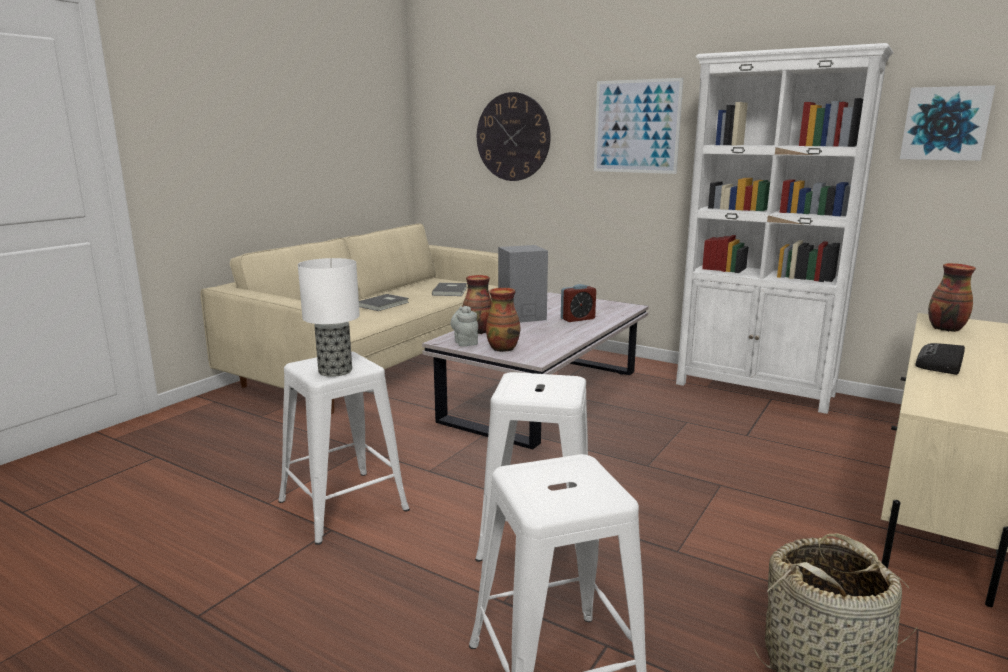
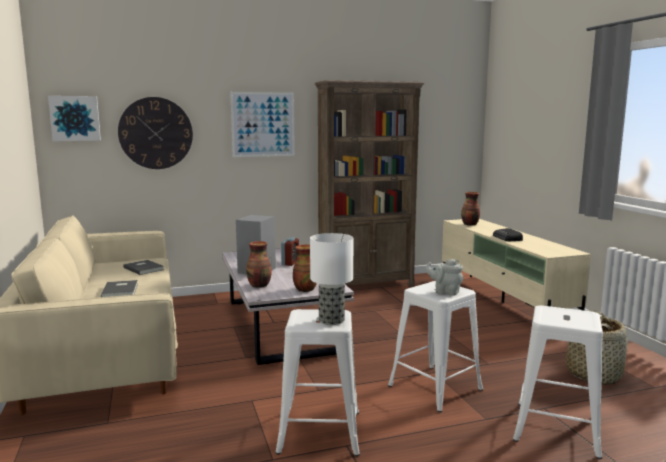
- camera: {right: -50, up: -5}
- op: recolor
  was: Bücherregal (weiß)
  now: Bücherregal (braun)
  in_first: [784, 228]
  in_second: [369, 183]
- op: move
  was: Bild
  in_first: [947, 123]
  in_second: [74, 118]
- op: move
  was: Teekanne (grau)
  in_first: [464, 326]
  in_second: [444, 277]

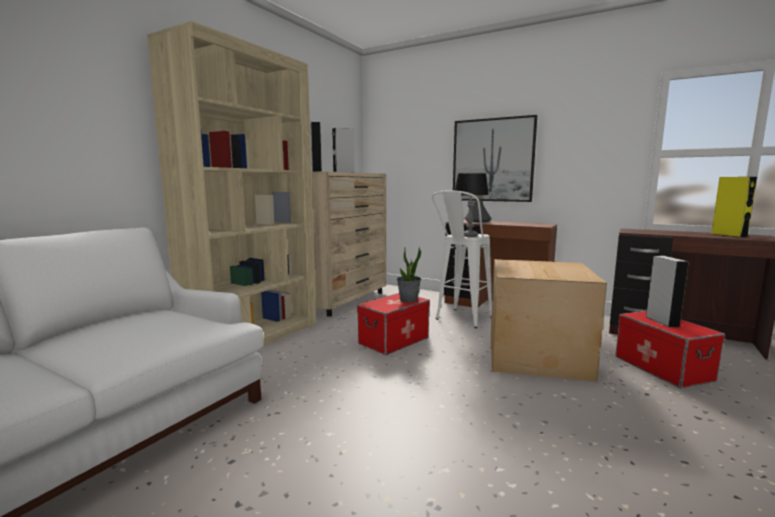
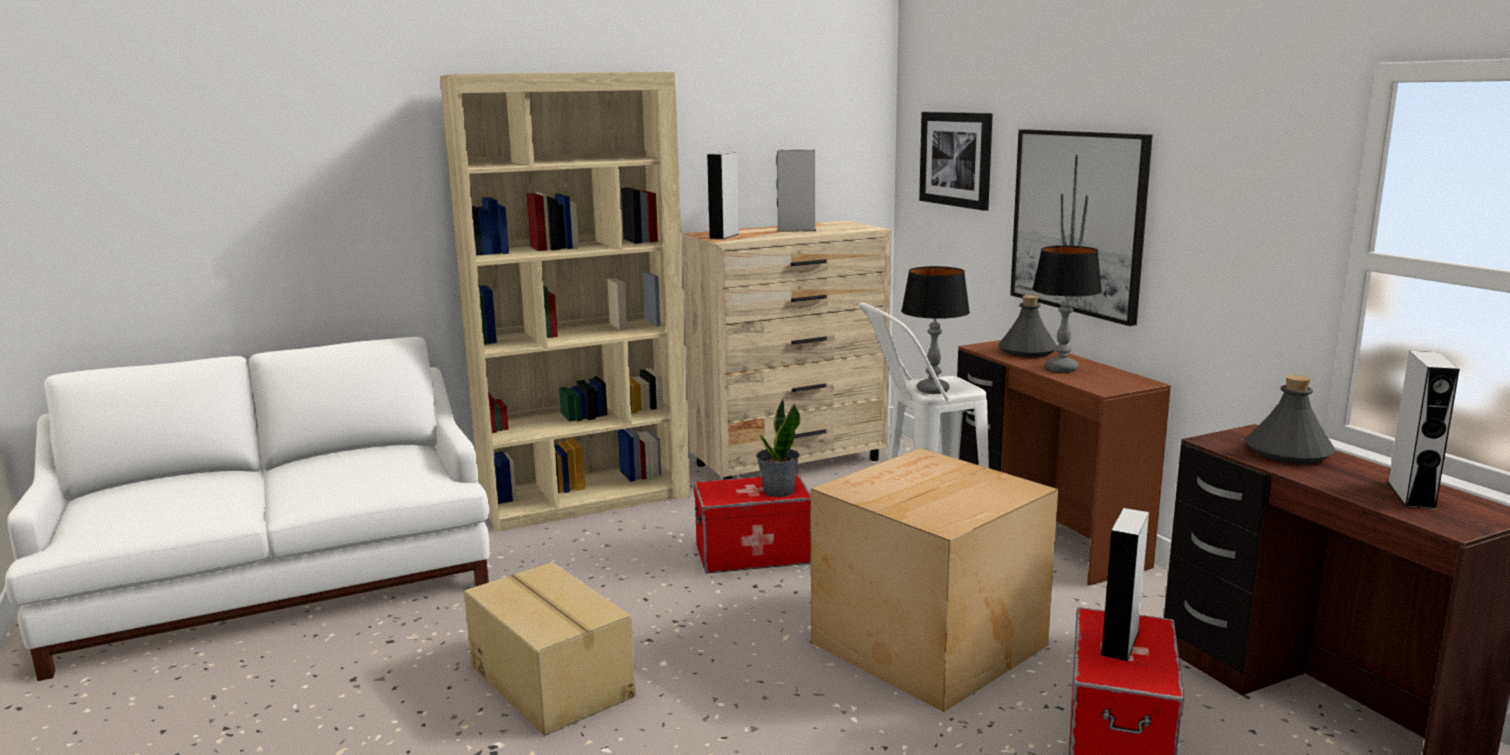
- camera: {right: 35, up: 5}
- op: recolor
  was: Lautsprecher (gelb)
  now: Lautsprecher (grau)
  in_first: [734, 207]
  in_second: [1423, 430]
- op: insert
  now: Bild
  in_second: [956, 161]
- op: insert
  now: Tischlampe
  in_second: [1067, 309]
- op: insert
  now: Flasche (grau)
  in_second: [1290, 419]
- op: insert
  now: Karton
  in_second: [550, 649]

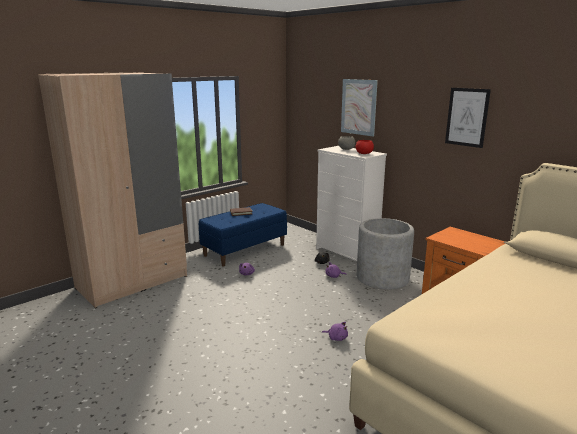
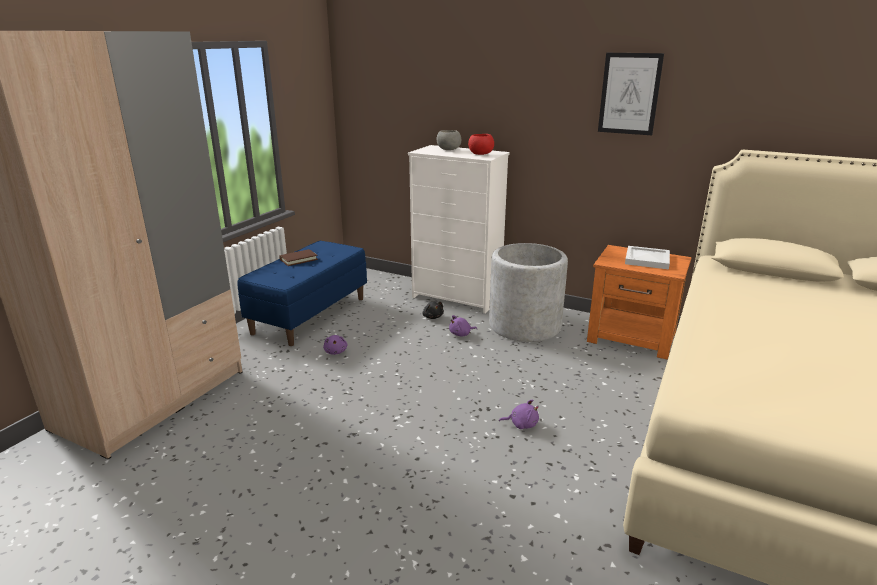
- camera: {right: -20, up: 5}
- op: delete
  was: Bild
  in_first: [359, 107]
- op: insert
  now: Tablett (weiß)
  in_second: [647, 257]

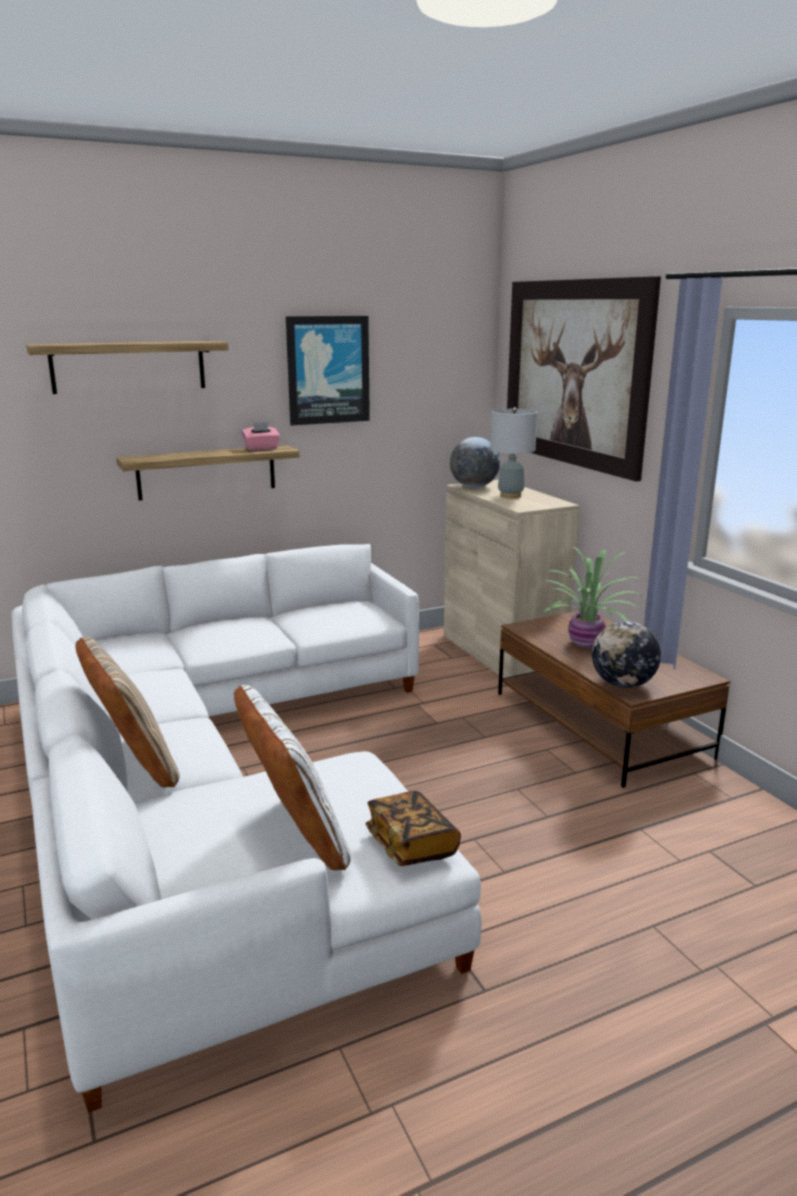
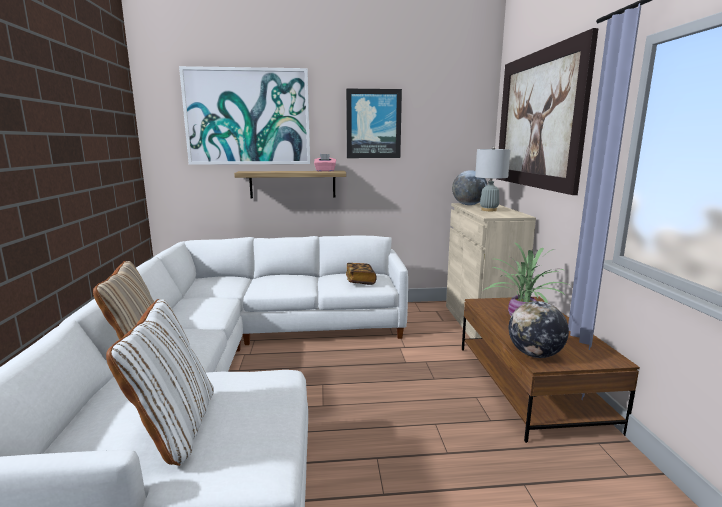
- camera: {right: 20, up: -5}
- op: replace
  was: Wandregal
  now: Bild
  in_first: [127, 367]
  in_second: [244, 115]
- op: move
  was: Buch
  in_first: [413, 828]
  in_second: [361, 274]

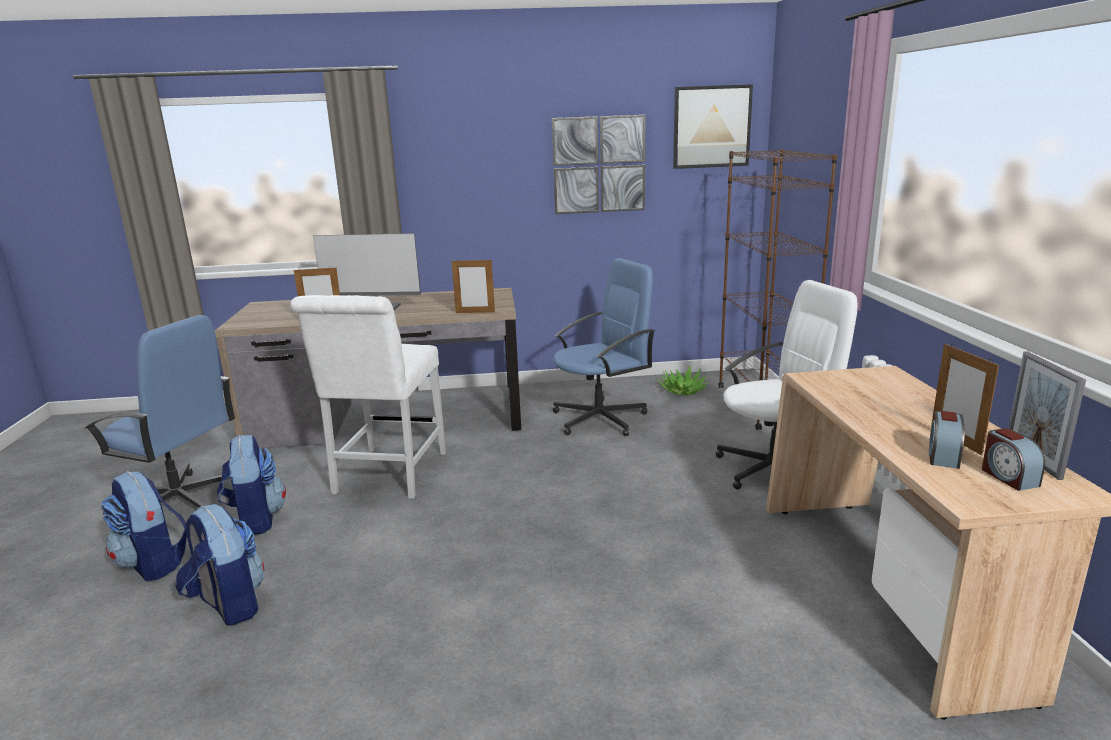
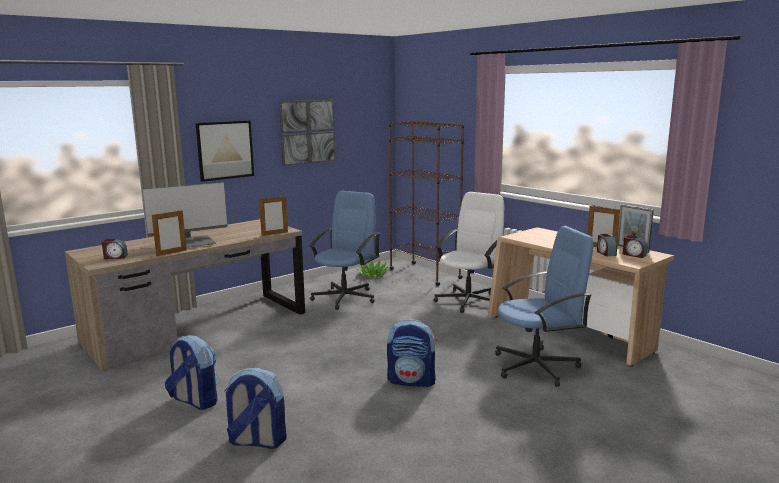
- camera: {right: -35, up: -5}
- op: move
  was: Bild
  in_first: [713, 126]
  in_second: [224, 151]
- op: delete
  was: Stuhl (weiß)
  in_first: [368, 397]
- op: move
  was: Bürostuhl (blau)
  in_first: [159, 411]
  in_second: [544, 306]
- op: move
  was: Rucksack
  in_first: [144, 526]
  in_second: [412, 353]
- op: insert
  now: Wecker
  in_second: [115, 249]

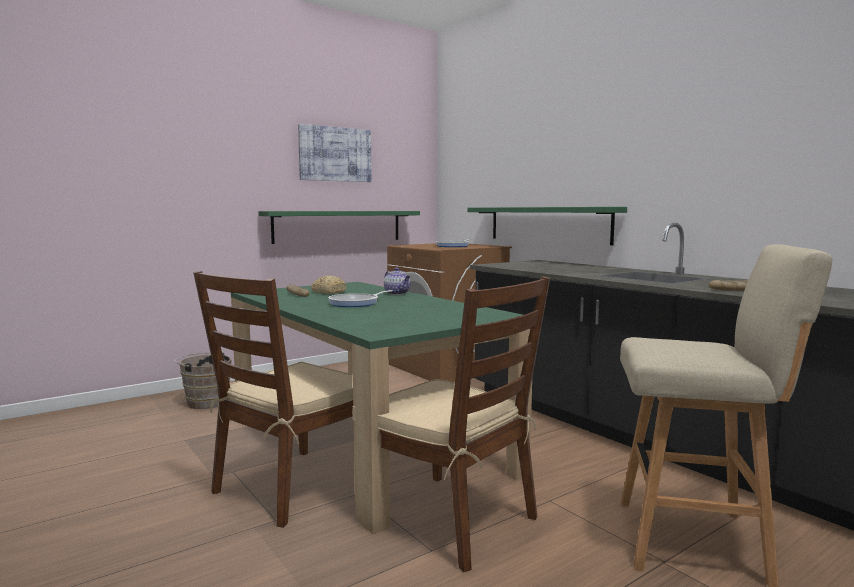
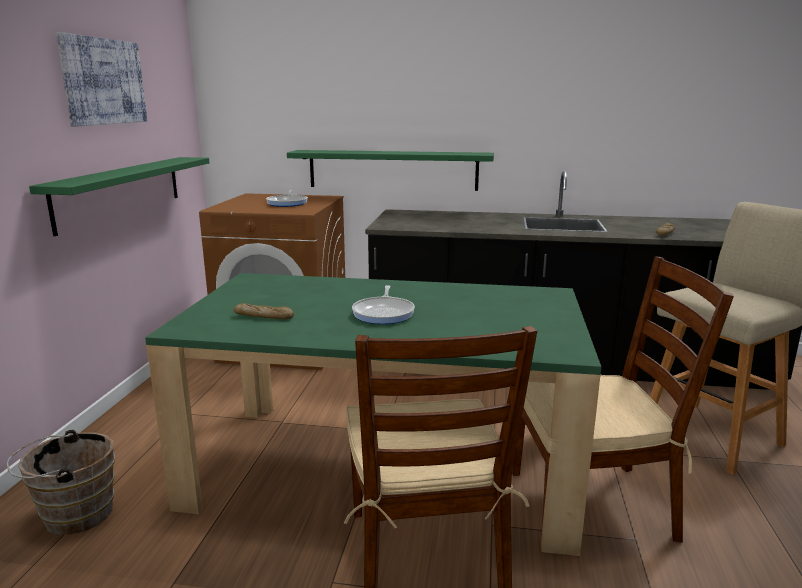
- camera: {right: -45, up: 10}
- op: delete
  was: Teekanne
  in_first: [397, 281]
- op: delete
  was: Brot
  in_first: [328, 285]

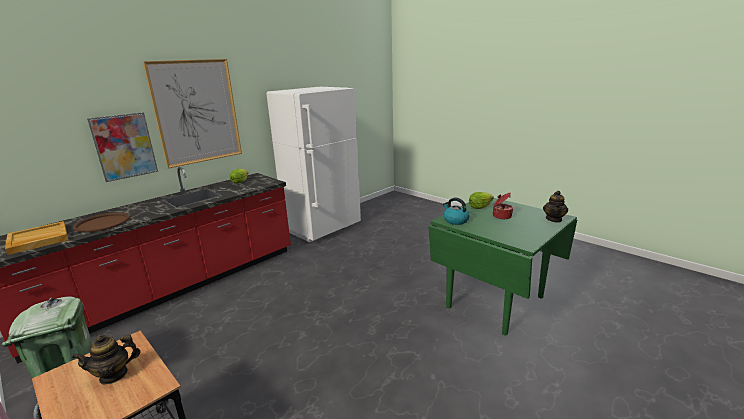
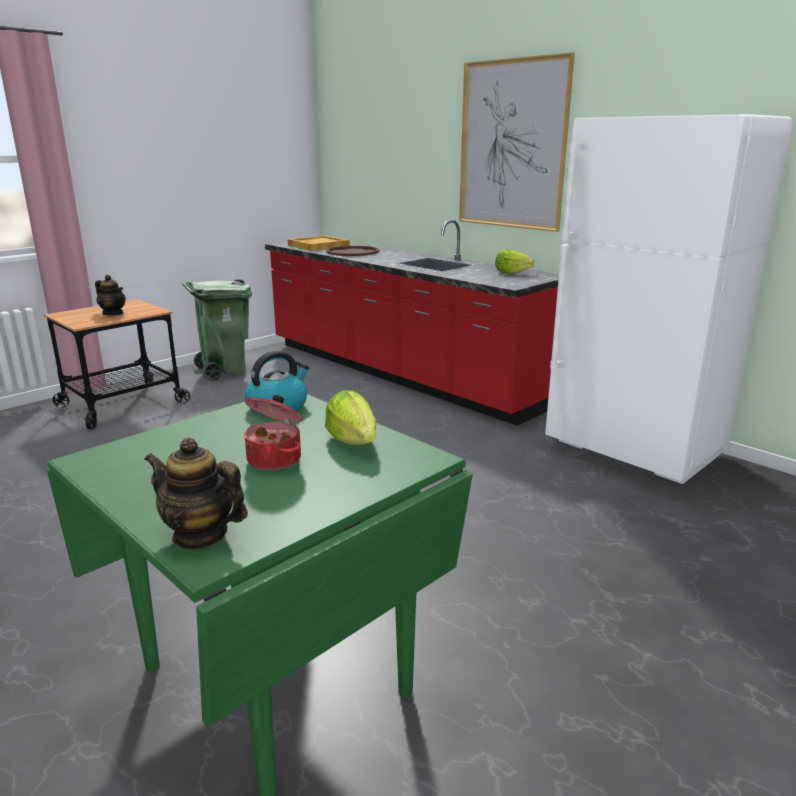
- camera: {right: 90, up: 0}
- op: delete
  was: Bild
  in_first: [122, 147]
- op: rotate
  was: Teekanne
  in_first: [106, 360]
  in_second: [110, 295]
  clockwise: 150

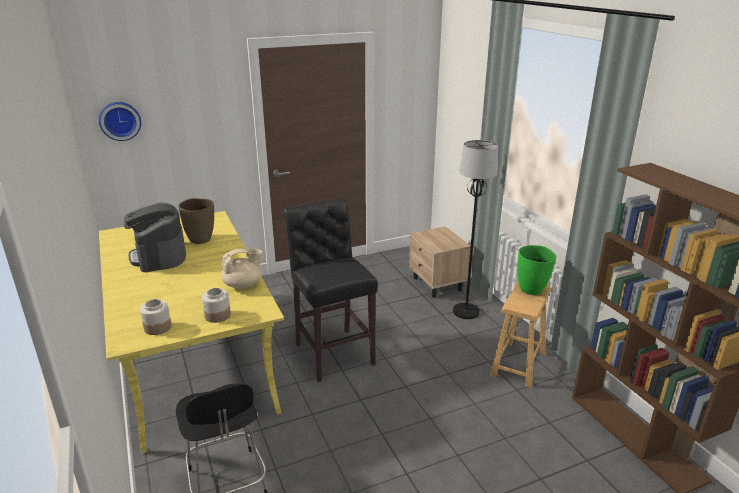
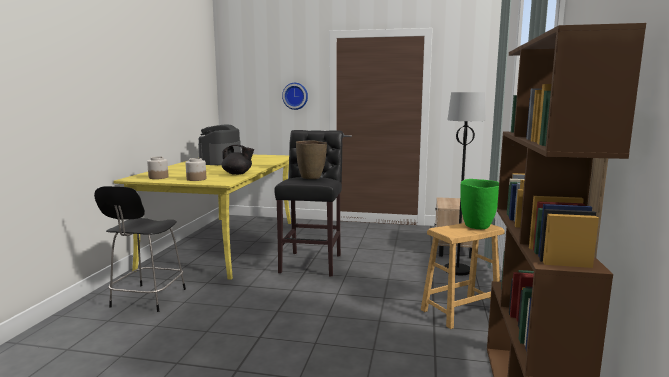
- camera: {right: 35, up: -15}
- op: move
  was: Wanduhr
  in_first: [120, 121]
  in_second: [295, 96]
- op: move
  was: Vase (braun)
  in_first: [196, 221]
  in_second: [311, 159]
- op: recolor
  was: Teekanne (beige)
  now: Teekanne (schwarz)
  in_first: [241, 268]
  in_second: [237, 160]

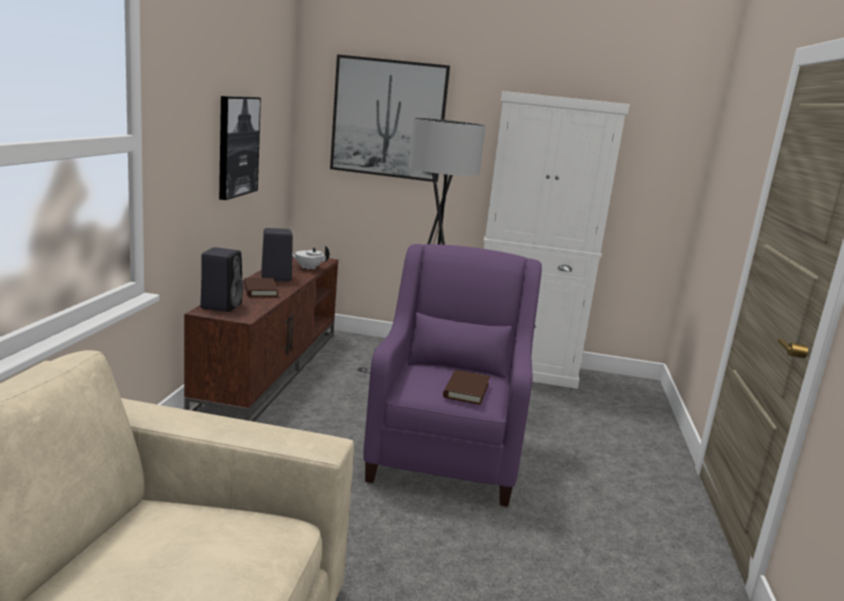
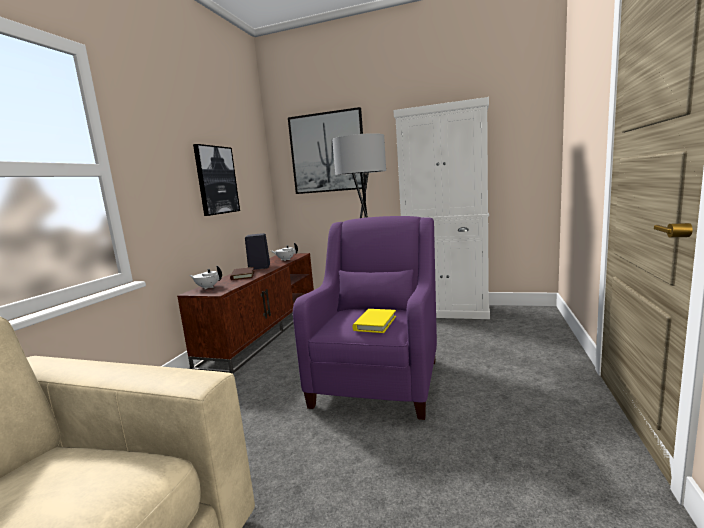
- camera: {right: 10, up: -5}
- op: replace
  was: Lautsprecher (schwarz)
  now: Teekanne (weiß)
  in_first: [221, 279]
  in_second: [205, 277]
- op: recolor
  was: Buch (braun)
  now: Buch (gelb)
  in_first: [466, 387]
  in_second: [374, 321]

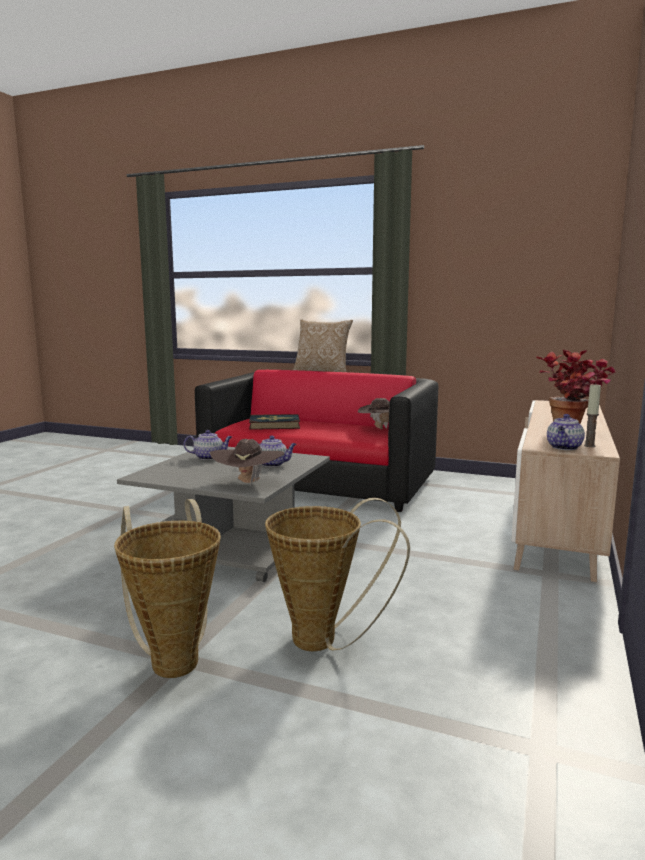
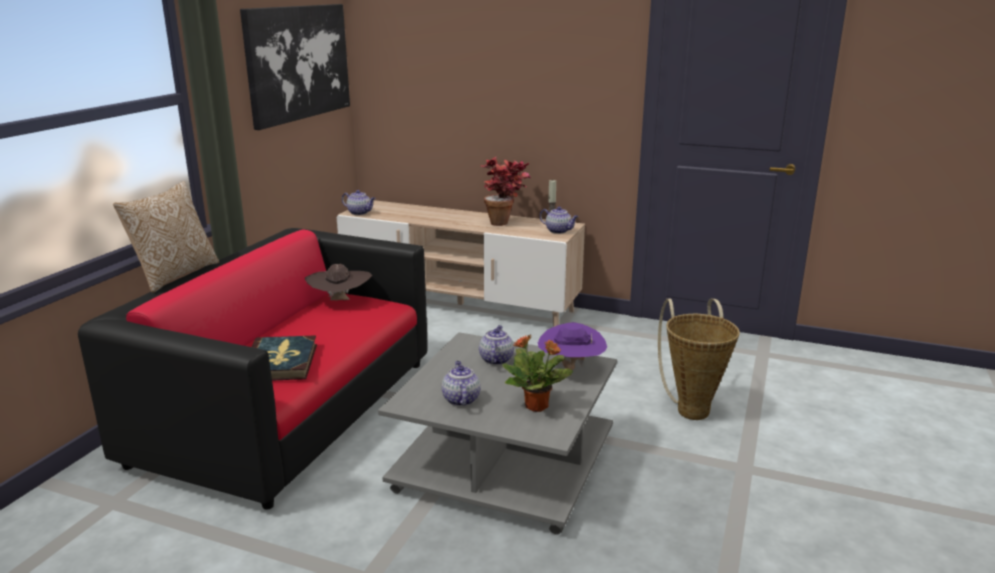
- camera: {right: -90, up: 10}
- op: recolor
  was: Hut (braun)
  now: Hut (lila)
  in_first: [247, 462]
  in_second: [572, 346]
- op: delete
  was: Korb
  in_first: [167, 588]
- op: insert
  now: Bild
  in_second: [295, 67]
- op: insert
  now: Teekanne
  in_second: [359, 202]
- op: insert
  now: Topfpflanze
  in_second: [537, 373]

